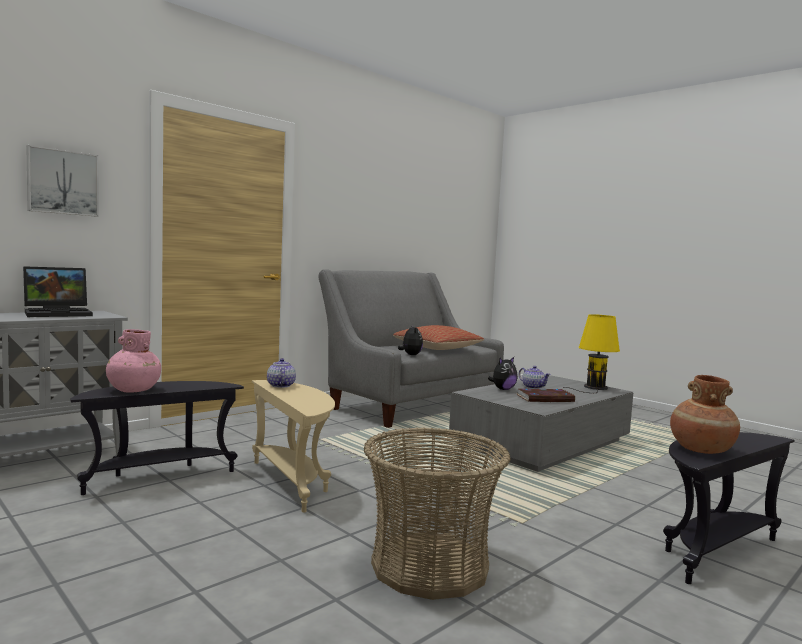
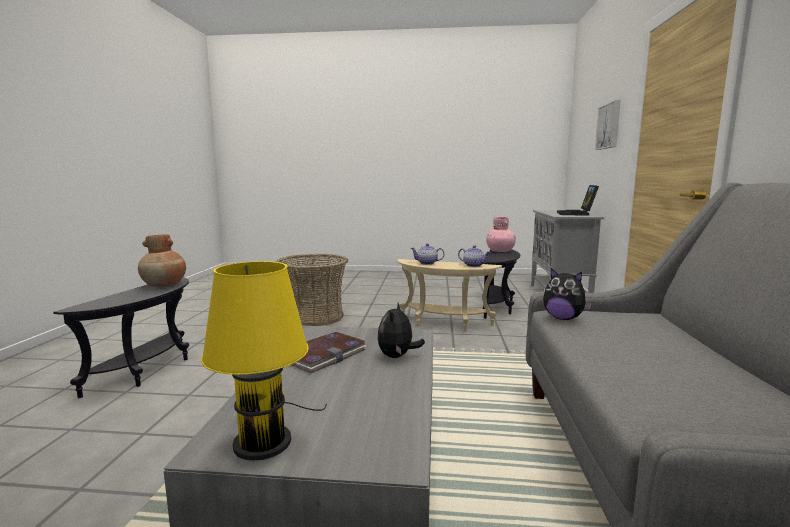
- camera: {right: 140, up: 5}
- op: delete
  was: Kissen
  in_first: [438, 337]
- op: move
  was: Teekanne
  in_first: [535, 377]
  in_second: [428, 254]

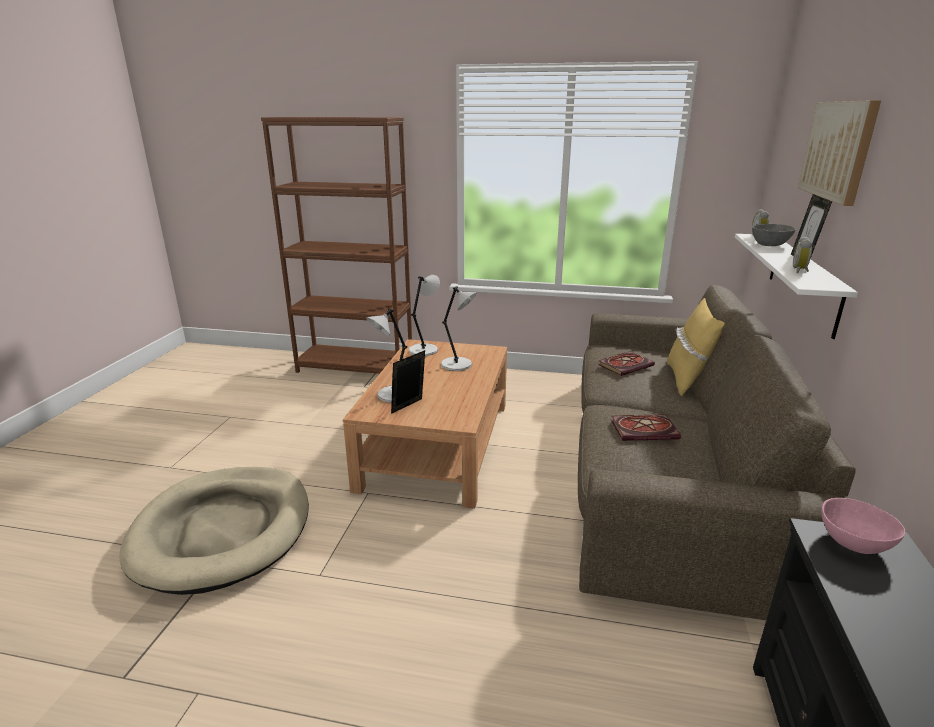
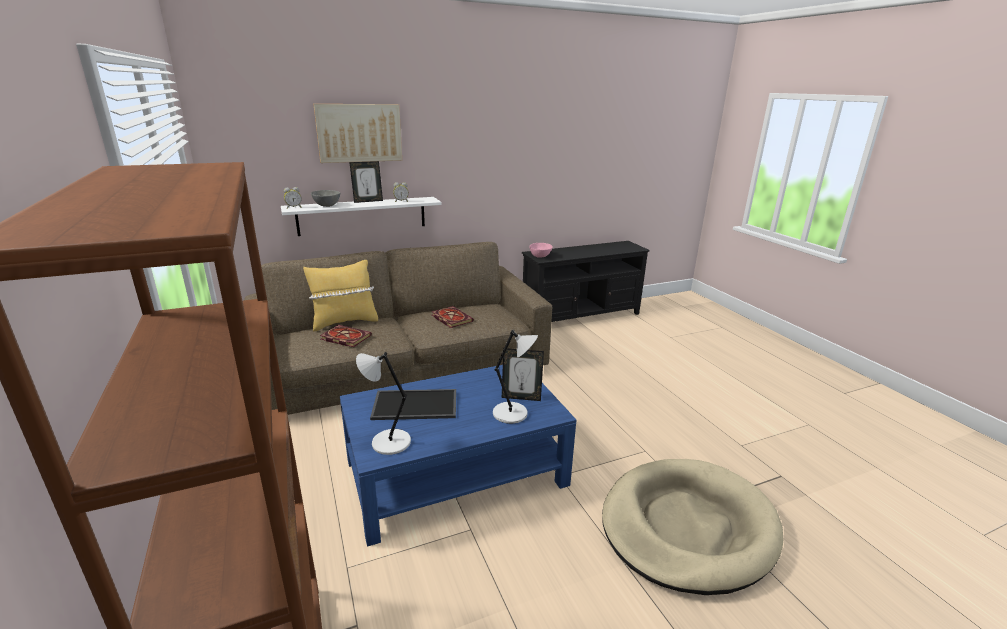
- camera: {right: -125, up: 0}
- op: replace
  was: Tischlampe (grau)
  now: Tablett
  in_first: [459, 328]
  in_second: [413, 404]
- op: recolor
  was: Couchtisch (braun)
  now: Couchtisch (blau)
  in_first: [425, 424]
  in_second: [458, 456]

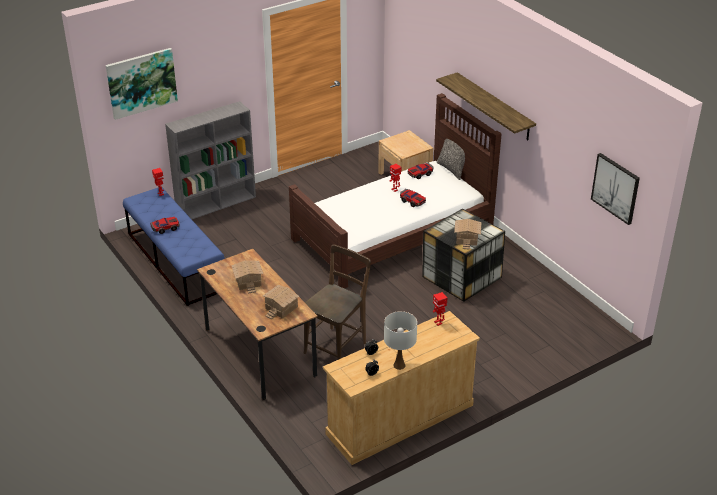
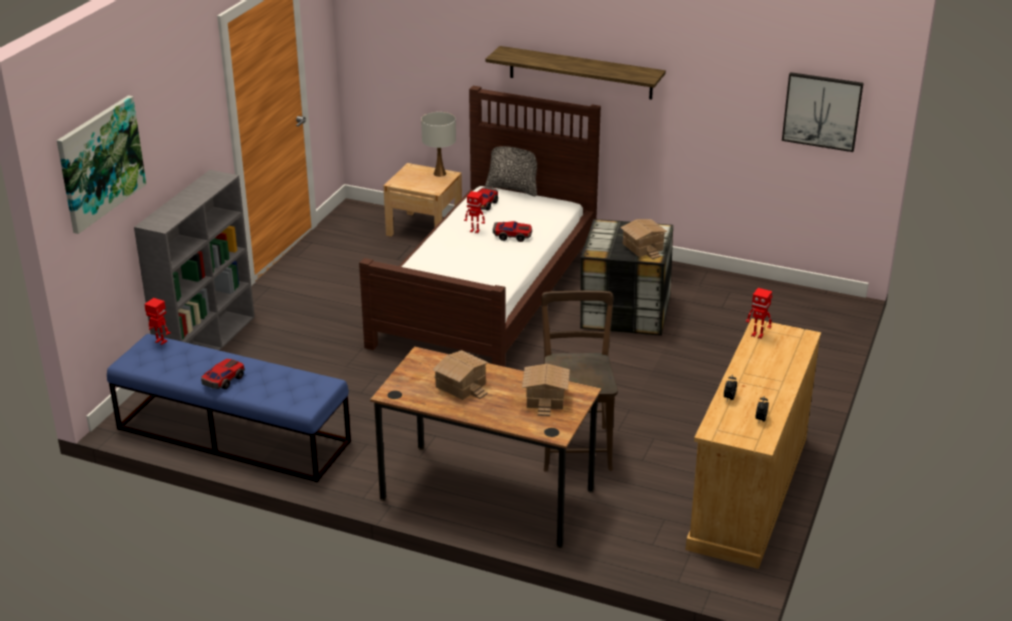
- camera: {right: -35, up: -5}
- op: move
  was: Tischlampe (weiß)
  in_first: [400, 340]
  in_second: [438, 144]

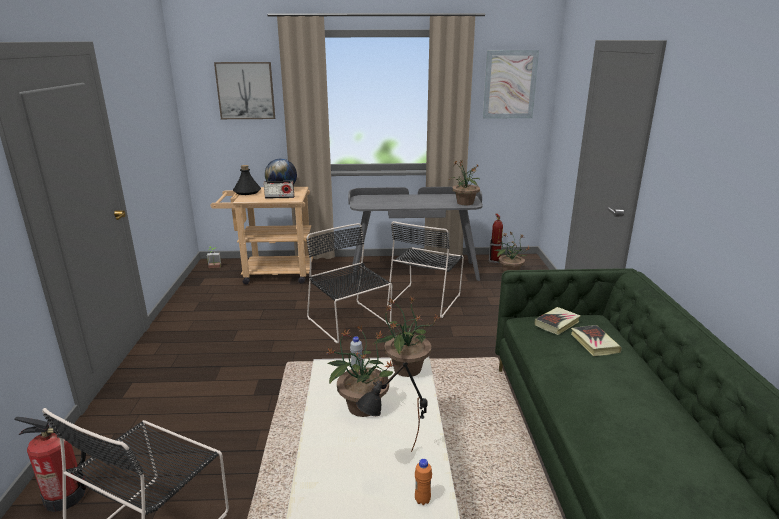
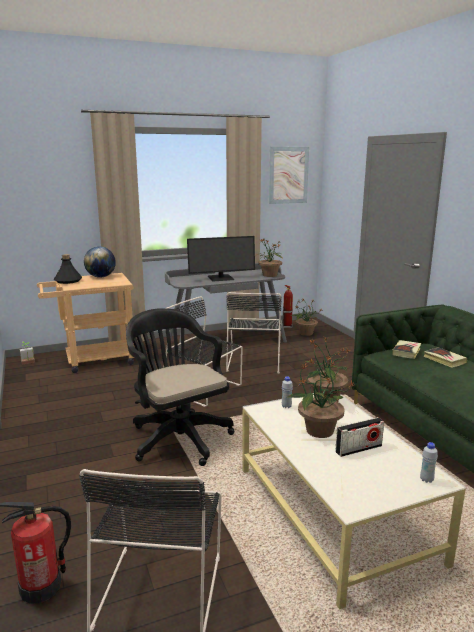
- camera: {right: -20, up: -5}
- op: delete
  was: Bild
  in_first: [244, 90]
- op: move
  was: Radio
  in_first: [279, 190]
  in_second: [359, 437]
- op: delete
  was: Tischlampe (schwarz)
  in_first: [392, 407]
- op: recolor
  was: Flasche (orange)
  now: Flasche (weiß)
  in_first: [423, 482]
  in_second: [429, 462]
- op: insert
  now: Monitor
  in_second: [221, 258]
- op: insert
  now: Bürostuhl (schwarz)
  in_second: [180, 387]

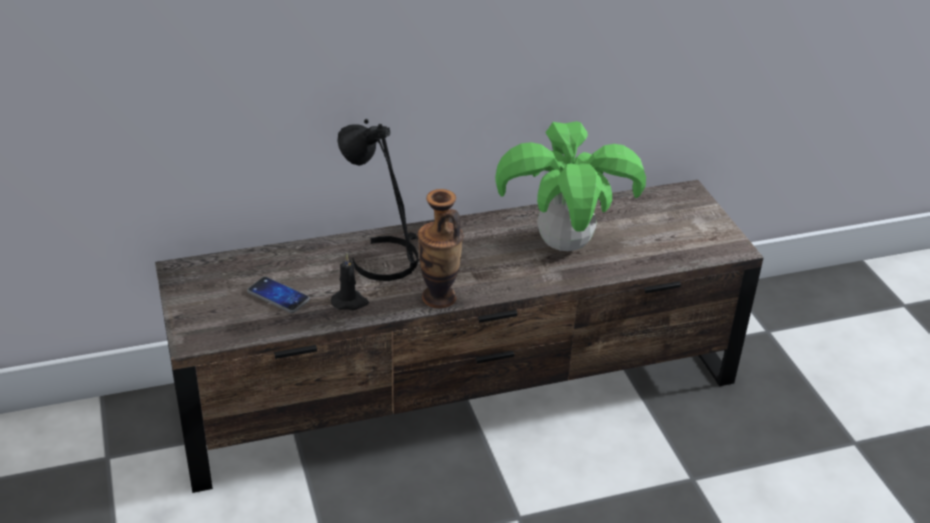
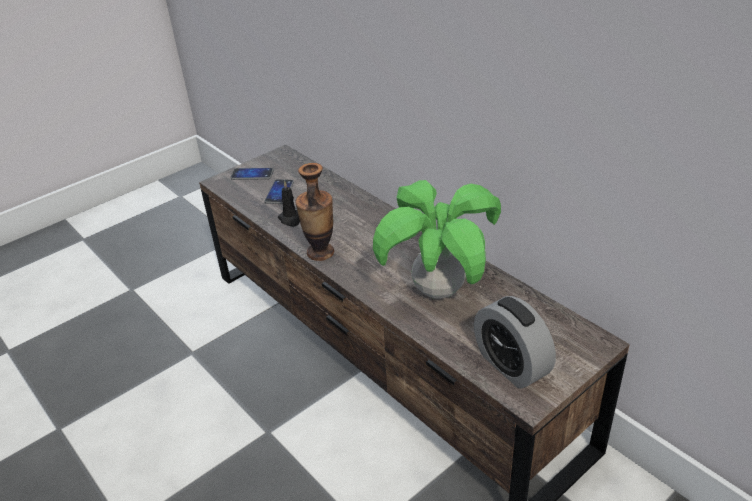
- camera: {right: 70, up: 0}
- op: delete
  was: Tischlampe (schwarz)
  in_first: [379, 200]
- op: insert
  now: Handy
  in_second: [252, 174]
- op: insert
  now: Wecker
  in_second: [515, 342]

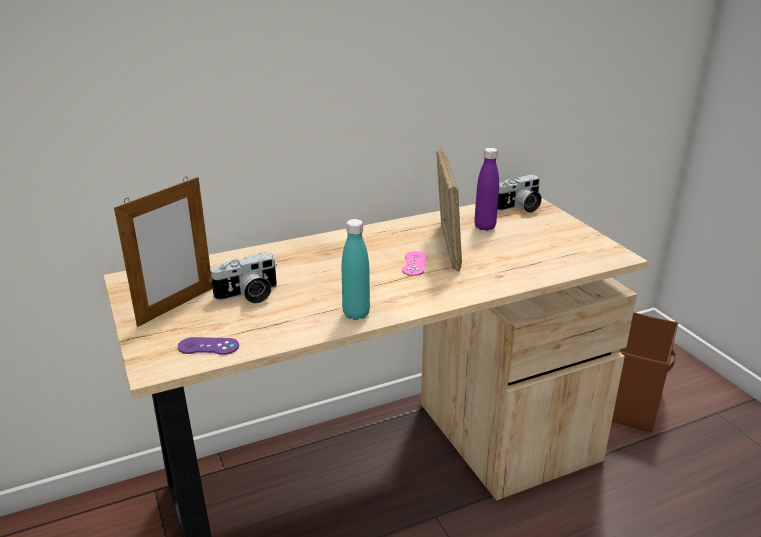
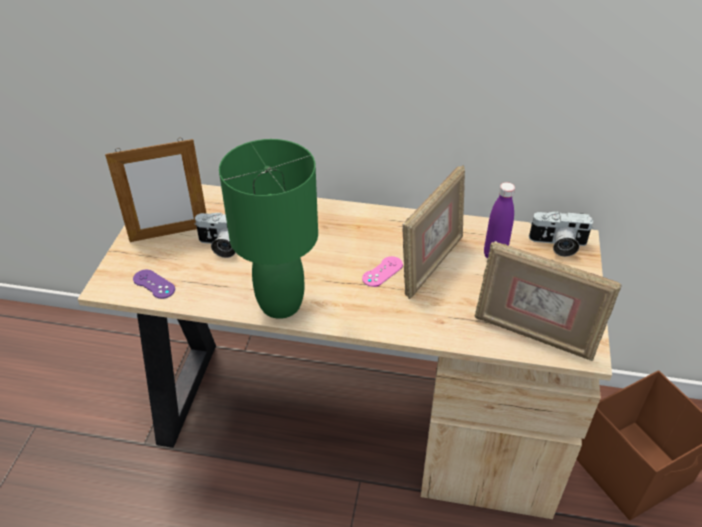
- camera: {right: 35, up: 15}
- op: replace
  was: Flasche (türkis)
  now: Tischlampe (grün)
  in_first: [356, 269]
  in_second: [268, 229]
- op: insert
  now: Bilderrahmen
  in_second: [548, 301]

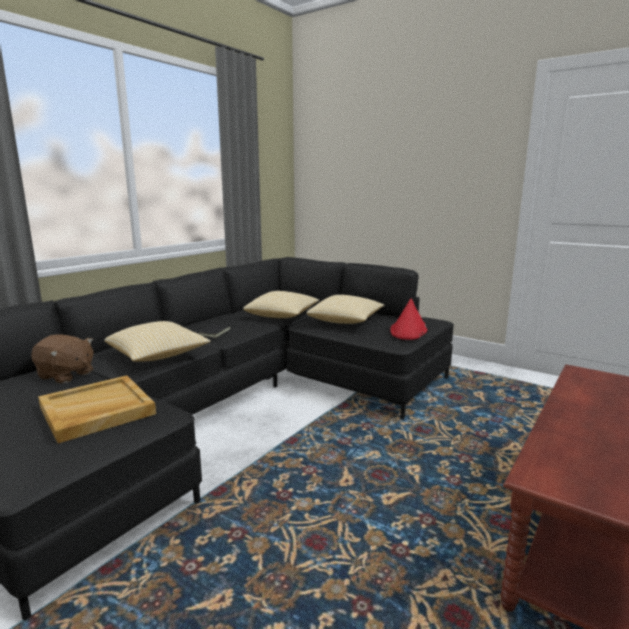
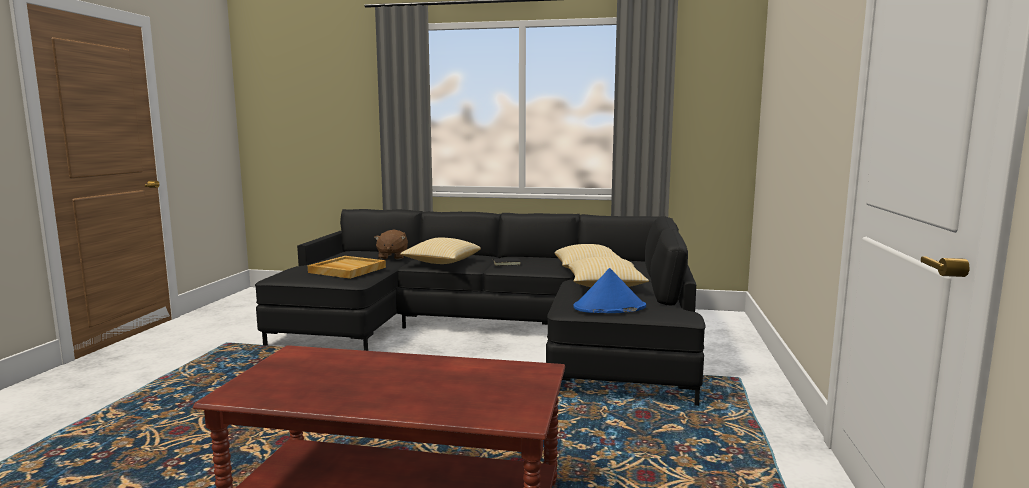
- camera: {right: 65, up: -5}
- op: recolor
  was: Hut (rot)
  now: Hut (blau)
  in_first: [408, 319]
  in_second: [609, 290]

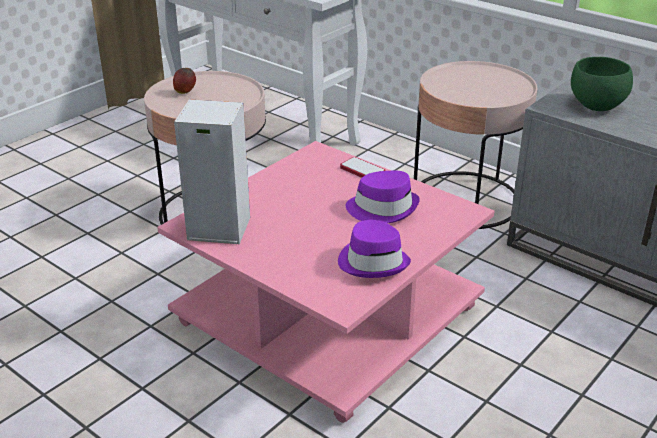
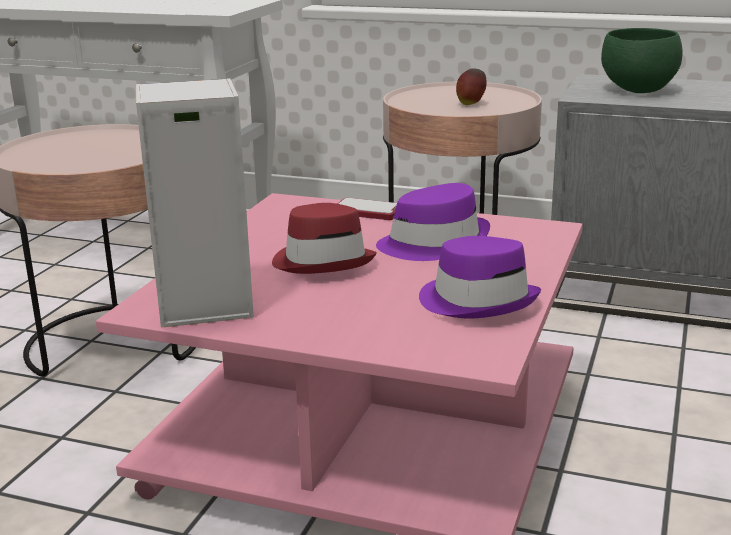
- camera: {right: -20, up: -10}
- op: move
  was: Apfel
  in_first: [184, 81]
  in_second: [471, 86]
- op: insert
  now: Hut (rot)
  in_second: [324, 238]

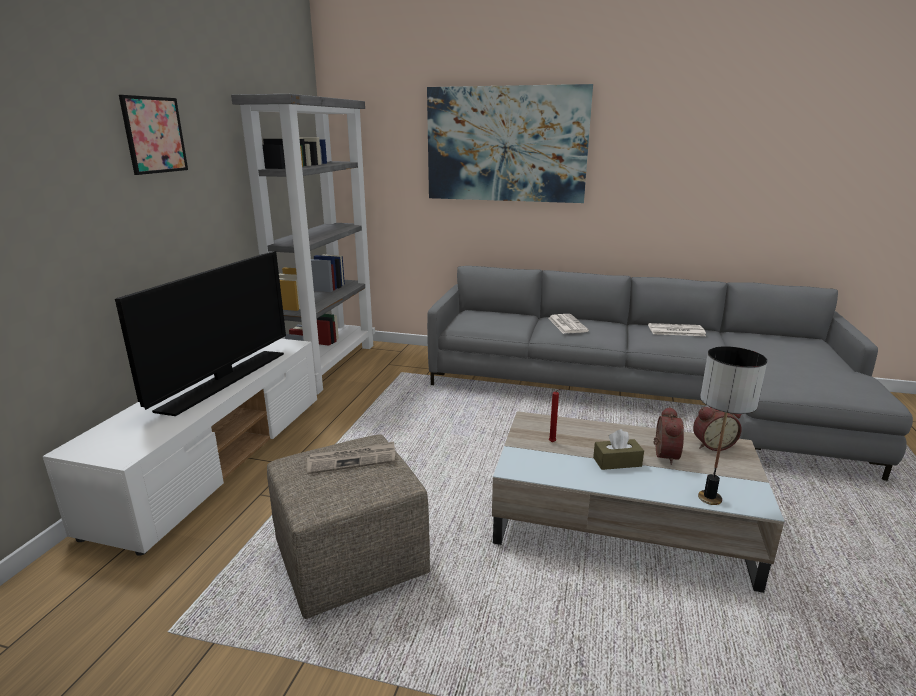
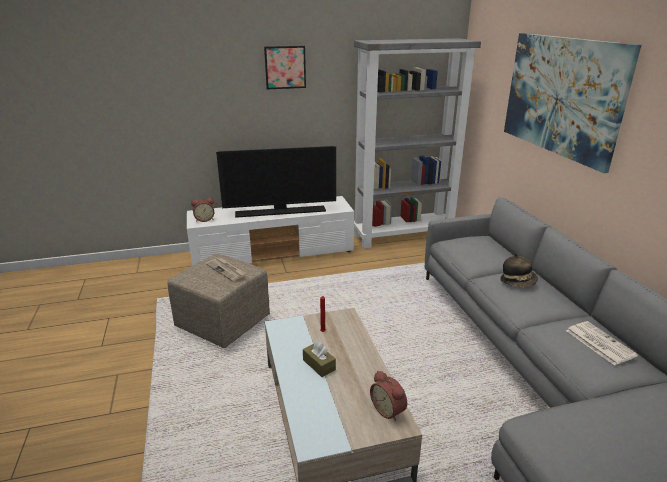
- camera: {right: 60, up: 5}
- op: replace
  was: Zeitung
  now: Hut
  in_first: [568, 324]
  in_second: [519, 270]
- op: delete
  was: Tischlampe
  in_first: [732, 425]
- op: move
  was: Wecker
  in_first: [668, 436]
  in_second: [202, 210]

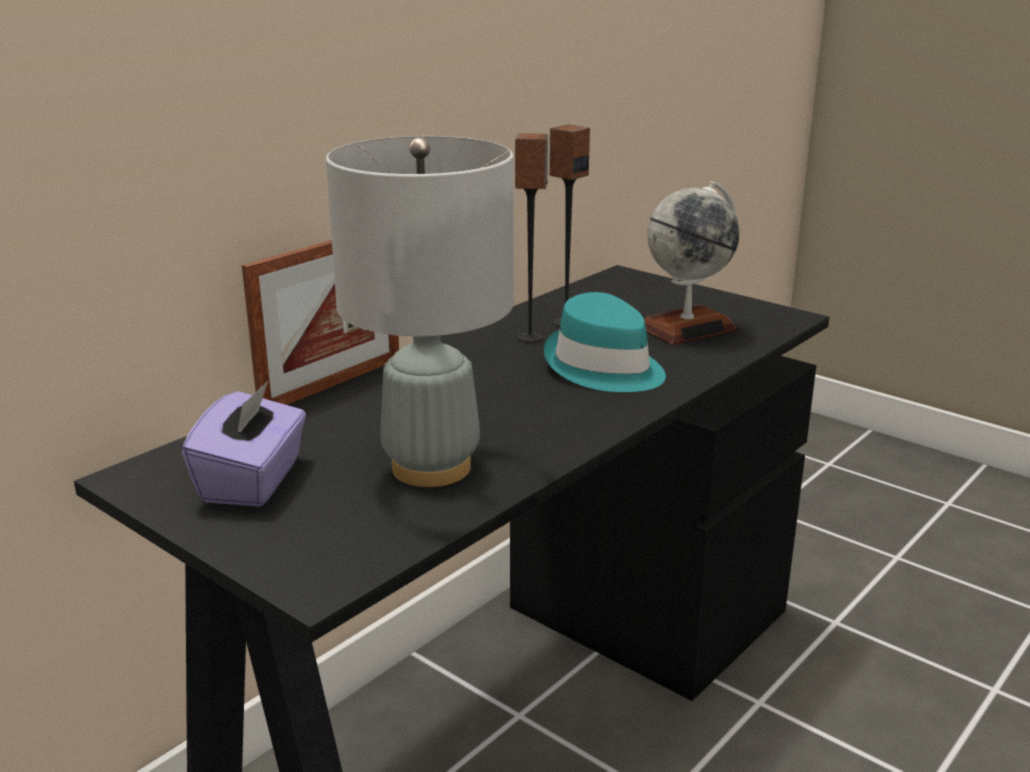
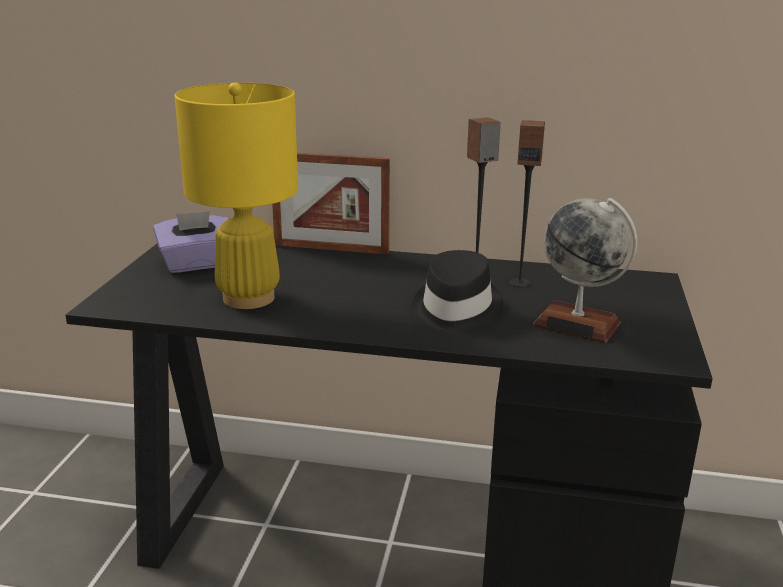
- camera: {right: 60, up: 0}
- op: recolor
  was: Tischlampe (grau)
  now: Tischlampe (gelb)
  in_first: [419, 311]
  in_second: [236, 195]
- op: recolor
  was: Hut (türkis)
  now: Hut (schwarz)
  in_first: [605, 342]
  in_second: [457, 293]

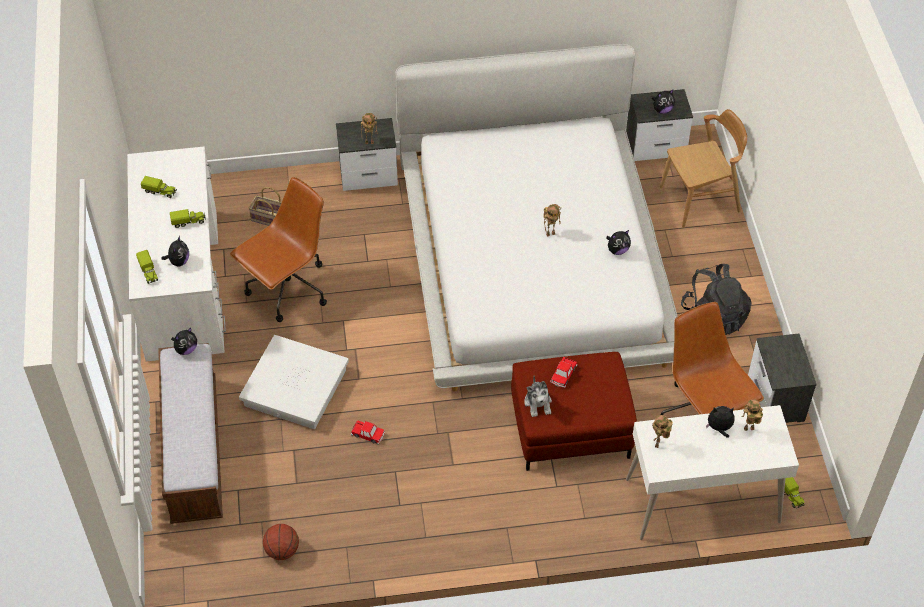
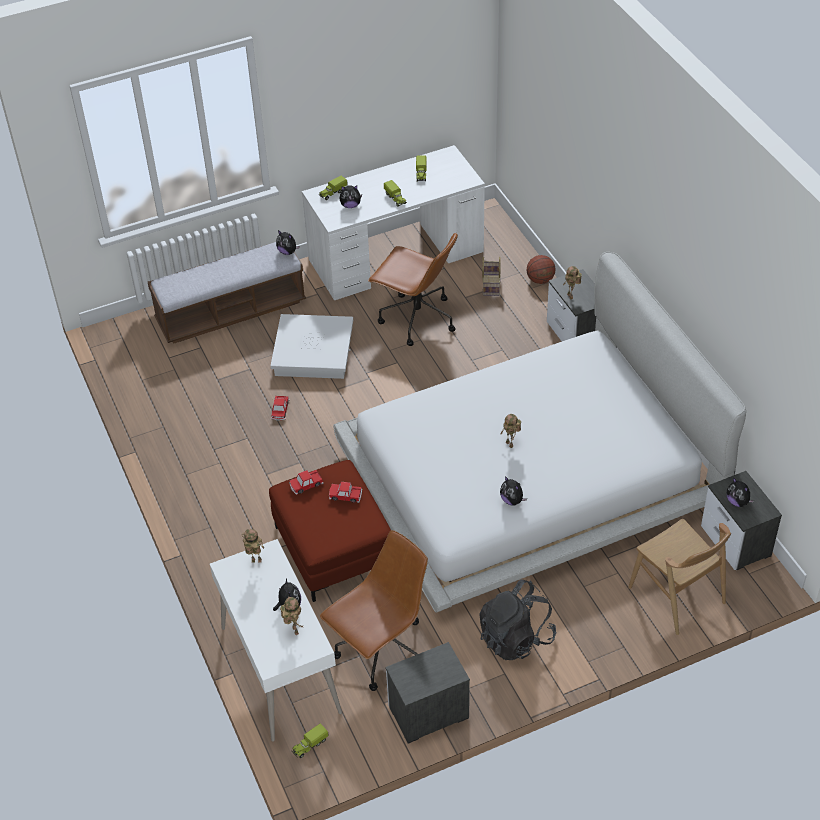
- camera: {right: 75, up: -5}
- op: replace
  was: Plüschtier
  now: Spielzeugauto
  in_first: [538, 396]
  in_second: [306, 482]
- op: move
  was: Basketball
  in_first: [281, 542]
  in_second: [541, 269]

